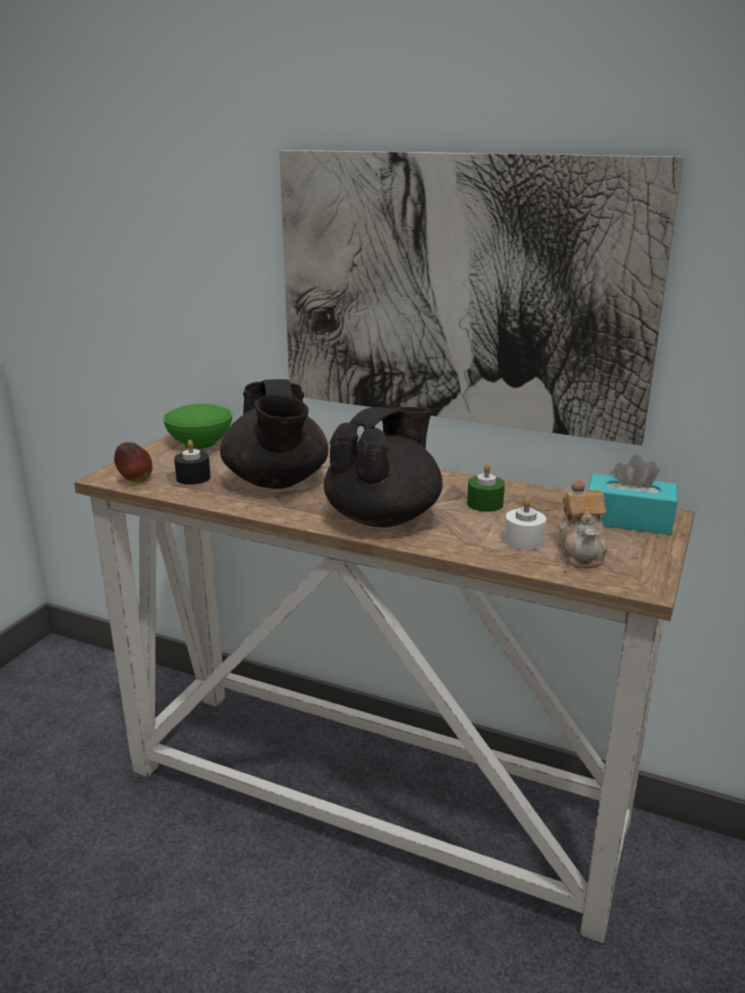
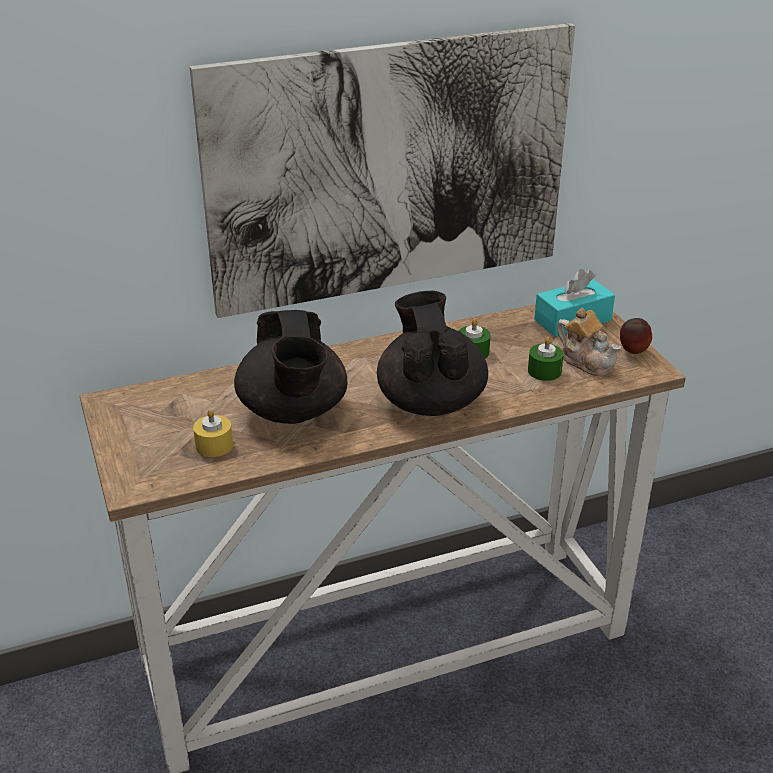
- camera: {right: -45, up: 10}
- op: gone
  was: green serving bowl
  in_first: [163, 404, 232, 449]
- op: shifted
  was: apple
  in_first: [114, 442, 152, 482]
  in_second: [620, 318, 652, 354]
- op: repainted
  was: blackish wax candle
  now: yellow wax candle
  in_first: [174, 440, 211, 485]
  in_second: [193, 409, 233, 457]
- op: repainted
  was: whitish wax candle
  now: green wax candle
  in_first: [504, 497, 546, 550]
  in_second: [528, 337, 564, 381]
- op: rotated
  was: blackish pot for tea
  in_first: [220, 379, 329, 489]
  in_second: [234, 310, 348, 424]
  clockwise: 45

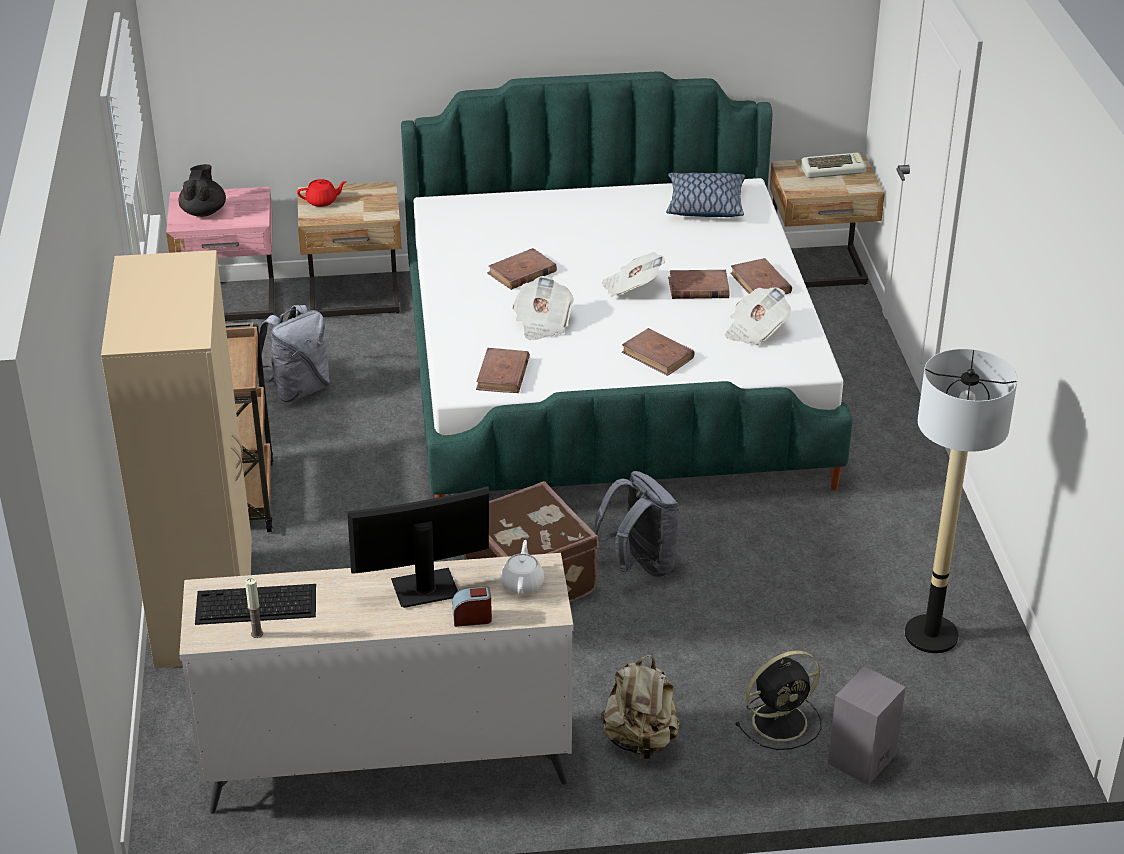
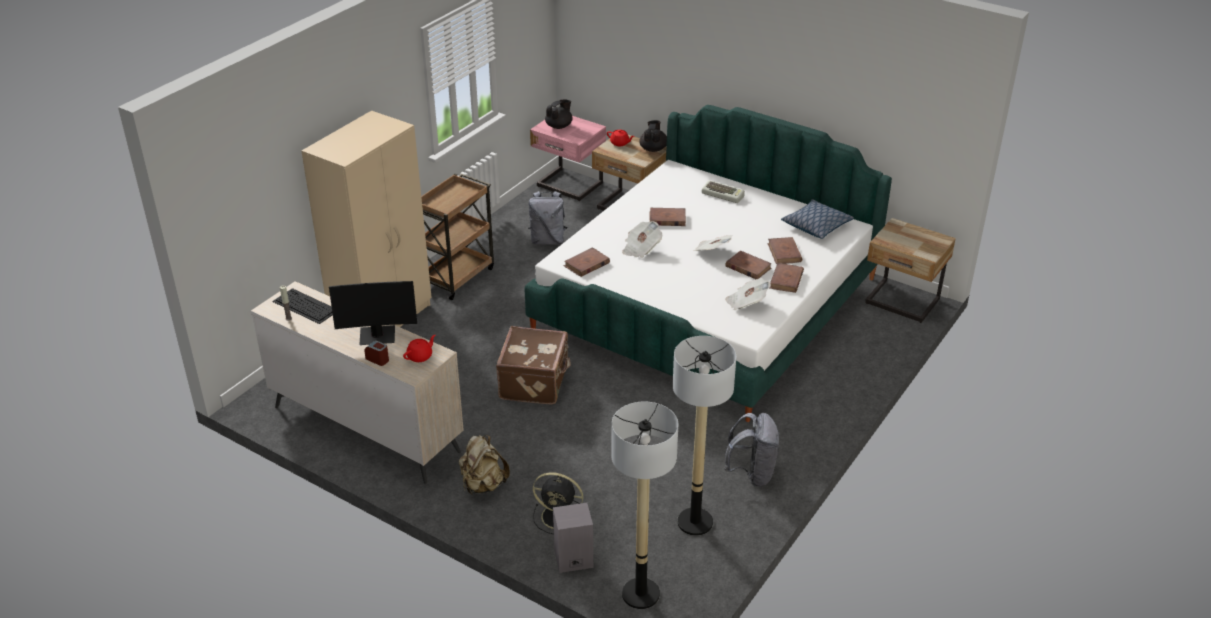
- camera: {right: 40, up: 0}
- op: new
  now: floor lamp
  in_second: [611, 402, 678, 609]
- op: new
  now: blackish pot for tea
  in_second: [639, 120, 667, 152]
- op: shifted
  was: gray backpack
  in_first: [594, 471, 680, 577]
  in_second: [725, 413, 780, 487]
- op: shifted
  was: brown book
  in_first: [622, 328, 695, 376]
  in_second: [768, 237, 803, 264]
- op: shifted
  was: computer keyboard
  in_first: [801, 153, 866, 178]
  in_second: [702, 180, 745, 203]
- op: repainted
  was: whitish pot for tea
  now: red-coloured pot for tea
  in_first: [501, 540, 544, 594]
  in_second: [403, 335, 435, 362]
- op: rotated
  was: monitor
  in_first: [347, 486, 489, 608]
  in_second: [329, 281, 417, 345]
  clockwise: 150

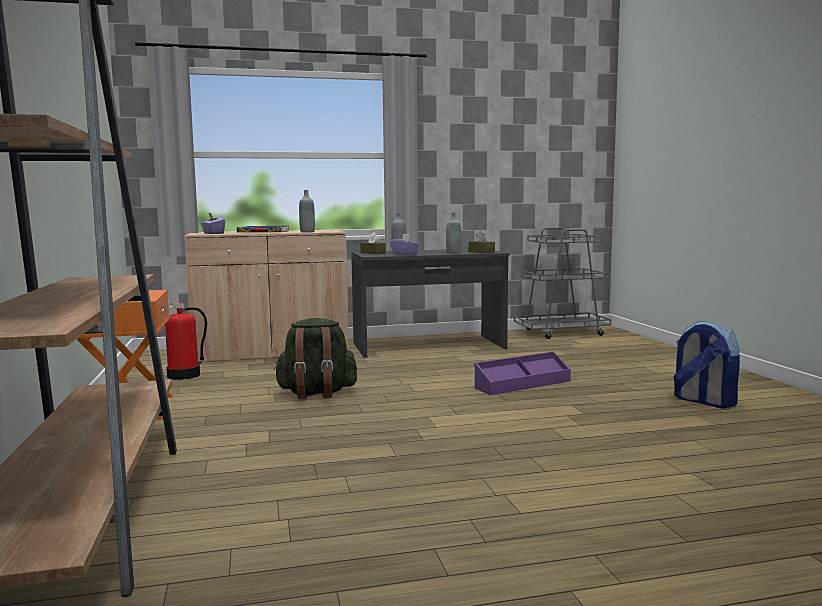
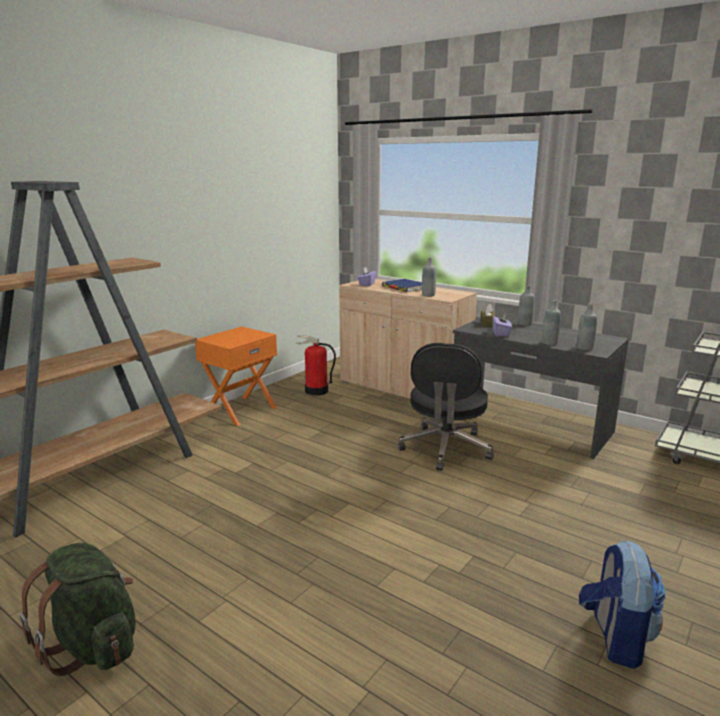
- camera: {right: 50, up: 10}
- op: gone
  was: purple storage container
  in_first: [475, 351, 571, 395]
- op: new
  now: blackish desk chair
  in_second: [398, 343, 494, 471]
- op: shifted
  was: green backpack
  in_first: [274, 318, 357, 399]
  in_second: [19, 543, 136, 676]
- op: swapped
  was: brown tissue box
  now: gray drink bottle
  in_first: [468, 231, 495, 253]
  in_second: [577, 304, 597, 350]

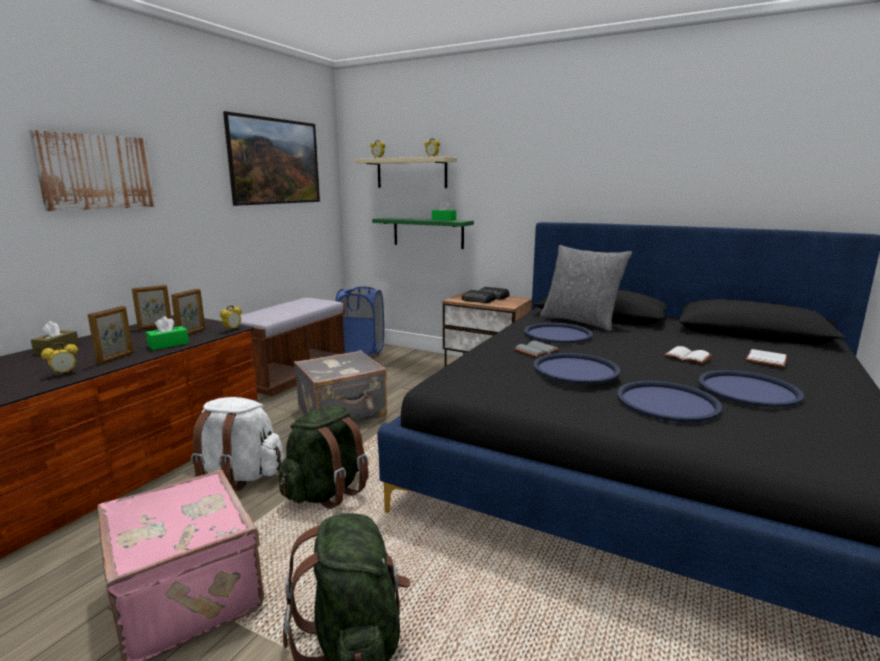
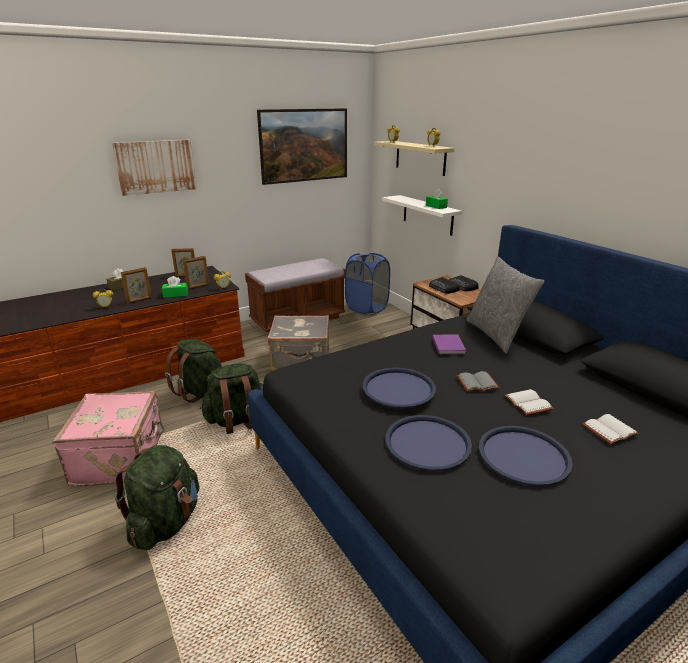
- camera: {right: 30, up: 10}
- op: shifted
  was: gray book
  in_first: [513, 341, 560, 357]
  in_second: [457, 371, 500, 392]
- op: swapped
  was: blue serving tray
  now: purple book
  in_first: [524, 323, 593, 343]
  in_second: [432, 335, 466, 355]
- op: repainted
  was: whitish backpack
  now: green backpack
  in_first: [191, 397, 284, 491]
  in_second: [165, 339, 222, 403]
- op: repainted
  was: green bracket shelf
  now: whitish bracket shelf
  in_first: [372, 217, 474, 249]
  in_second: [382, 195, 462, 236]

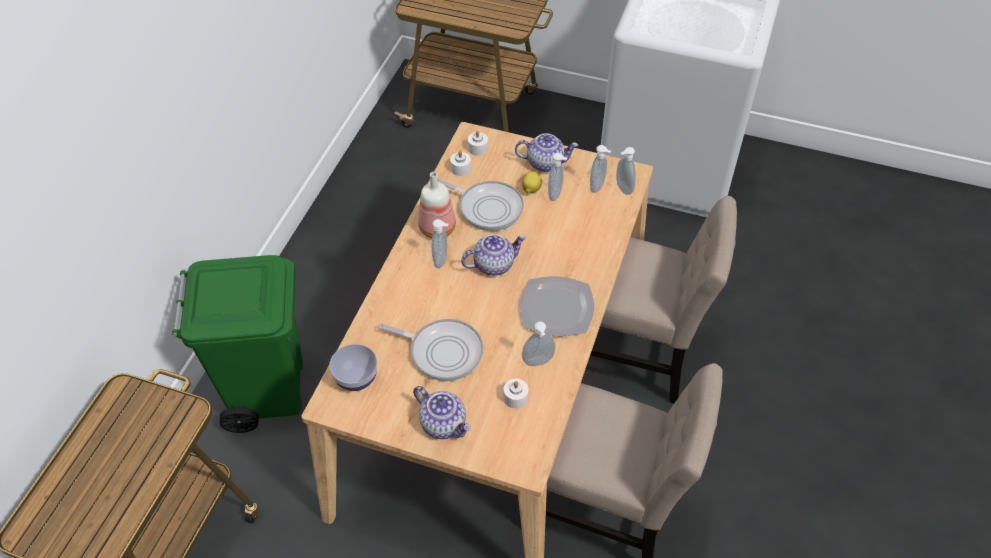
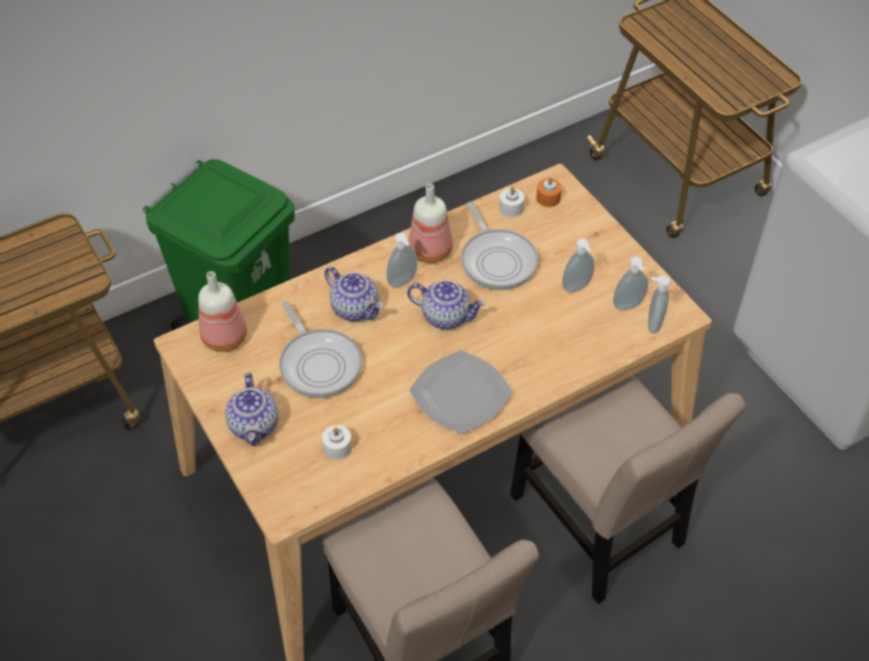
- camera: {right: 40, up: 0}
- op: gone
  was: whole lemon
  in_first: [522, 171, 542, 193]
- op: gone
  was: soap bottle
  in_first: [522, 322, 556, 366]
- op: shifted
  was: pot for tea
  in_first: [515, 133, 578, 172]
  in_second: [324, 267, 383, 321]
- op: swapped
  was: serving bowl
  now: drink bottle
  in_first: [329, 344, 377, 391]
  in_second: [198, 271, 247, 352]
- op: repainted
  was: whitish wax candle
  now: orange wax candle
  in_first: [468, 131, 488, 156]
  in_second: [536, 177, 562, 207]

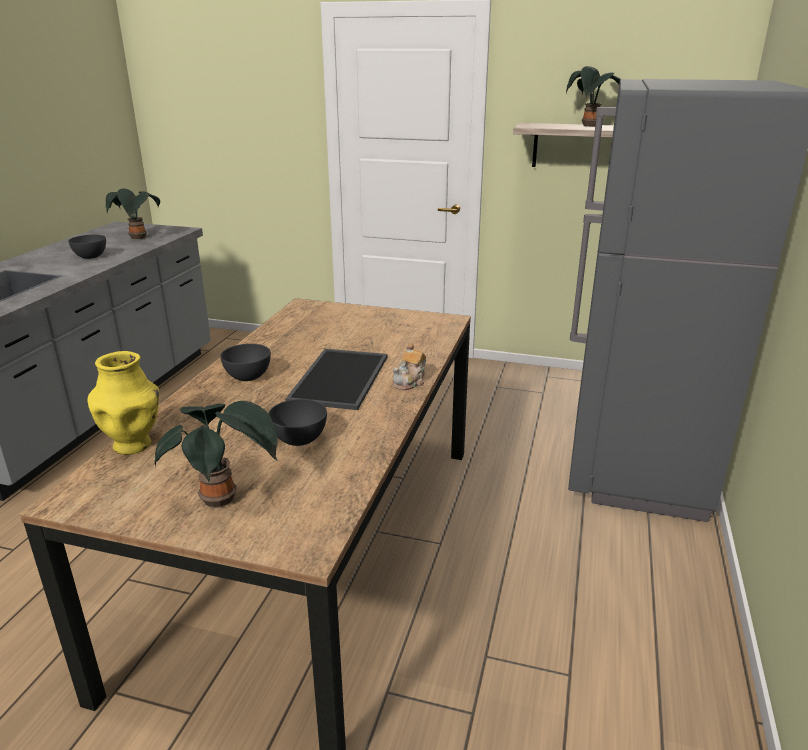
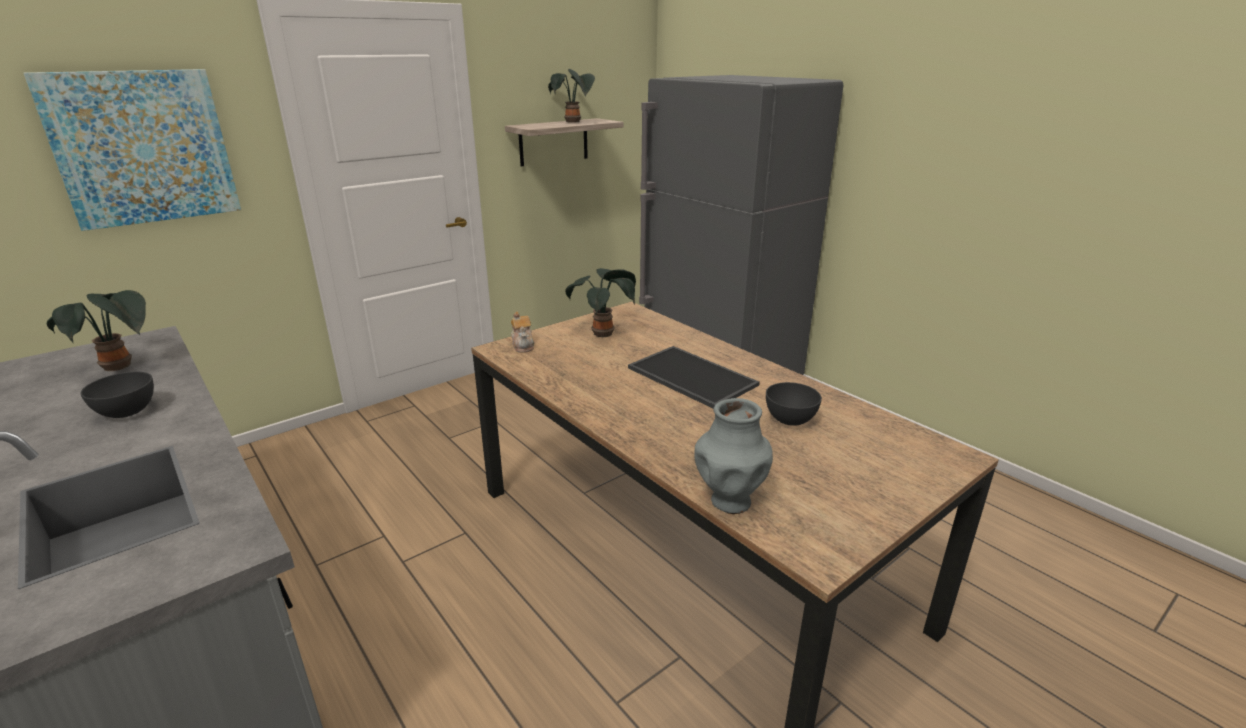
- camera: {right: -55, up: 0}
- op: gone
  was: gray serving bowl
  in_first: [220, 344, 271, 381]
- op: new
  now: wall picture
  in_second: [24, 69, 241, 231]
- op: shifted
  was: potted plant
  in_first: [155, 401, 278, 508]
  in_second: [565, 268, 636, 337]
- op: shifted
  was: pot for tea
  in_first: [392, 343, 426, 390]
  in_second: [511, 312, 535, 353]
- op: repainted
  was: yellow vase
  now: gray vase
  in_first: [88, 351, 159, 455]
  in_second: [694, 398, 773, 514]

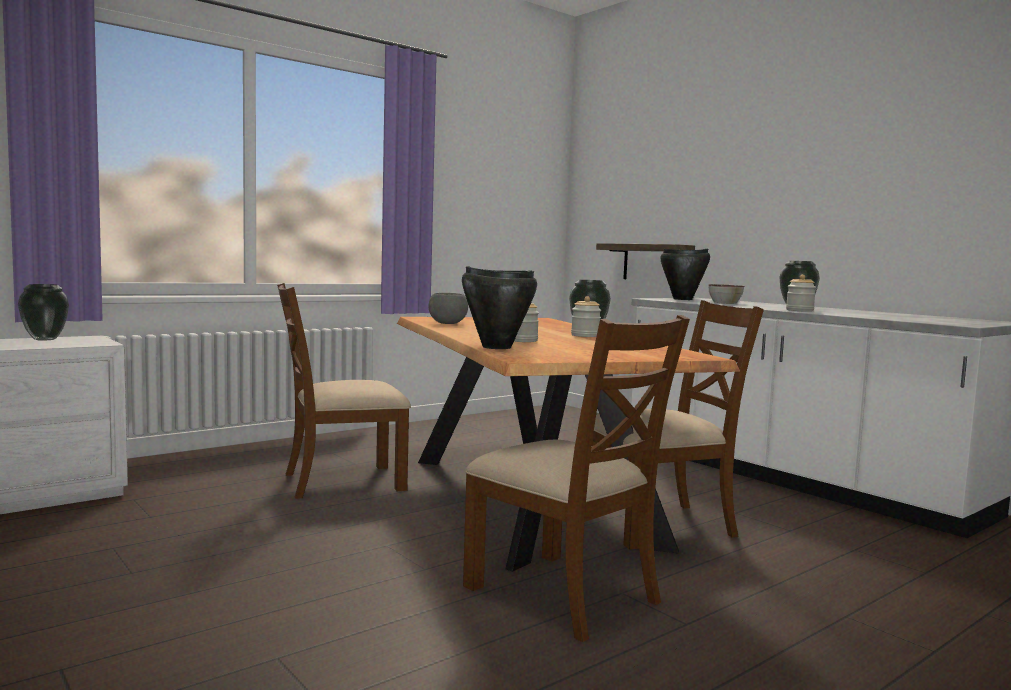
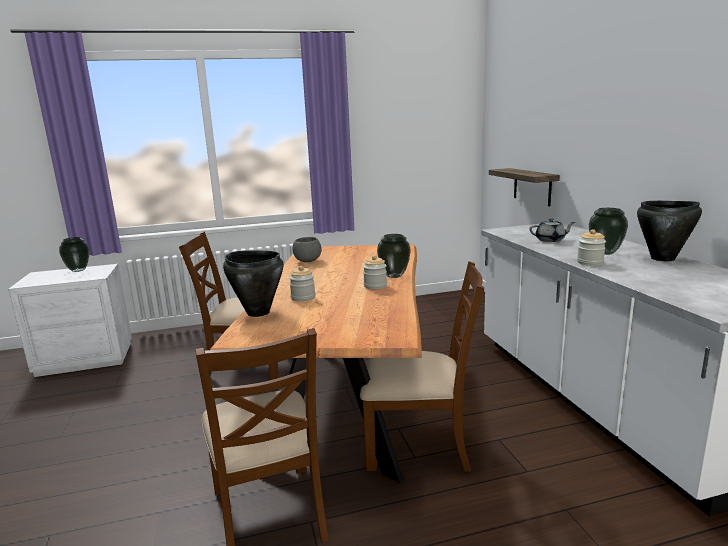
- camera: {right: 25, up: 10}
- op: shifted
  was: blackish cooking pot
  in_first: [660, 249, 710, 300]
  in_second: [637, 201, 702, 261]
- op: swapped
  was: serving bowl
  now: gray pot for tea
  in_first: [708, 284, 744, 304]
  in_second: [530, 218, 575, 242]

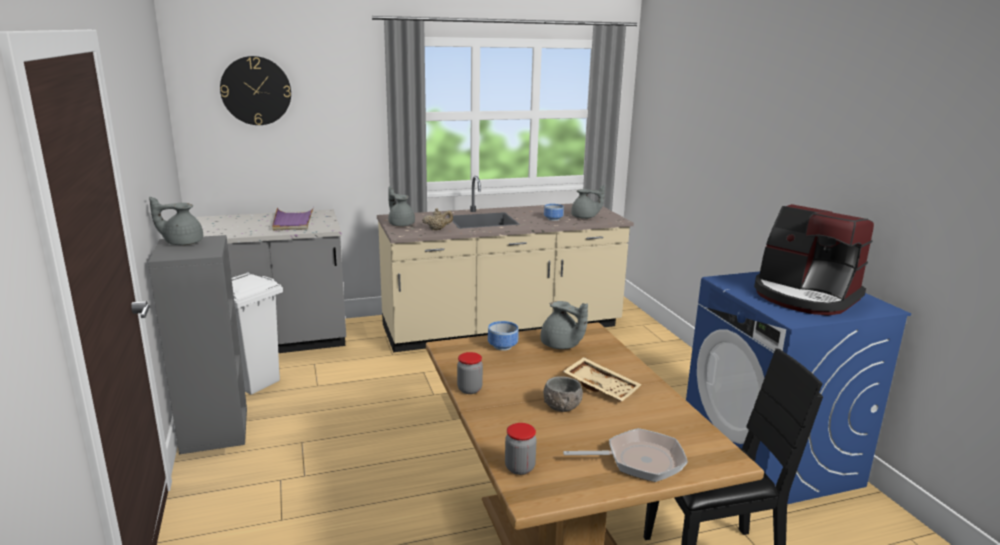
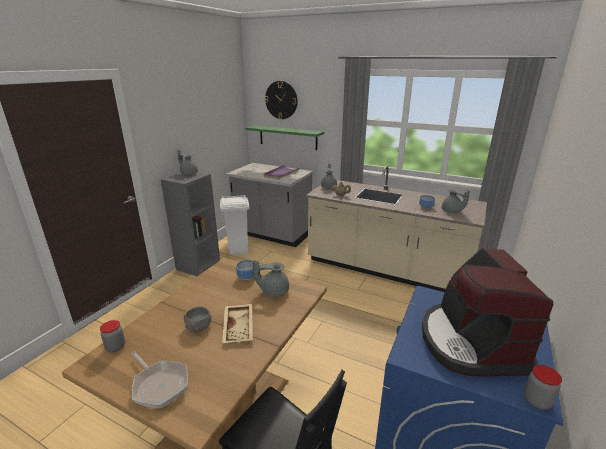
- camera: {right: 45, up: 5}
- op: new
  now: green bracket shelf
  in_second: [245, 125, 324, 150]
- op: shifted
  was: jar
  in_first: [457, 352, 483, 394]
  in_second: [524, 365, 562, 410]
- op: rotated
  was: gray pot for tea
  in_first: [540, 301, 588, 349]
  in_second: [253, 260, 289, 297]
  clockwise: 90

